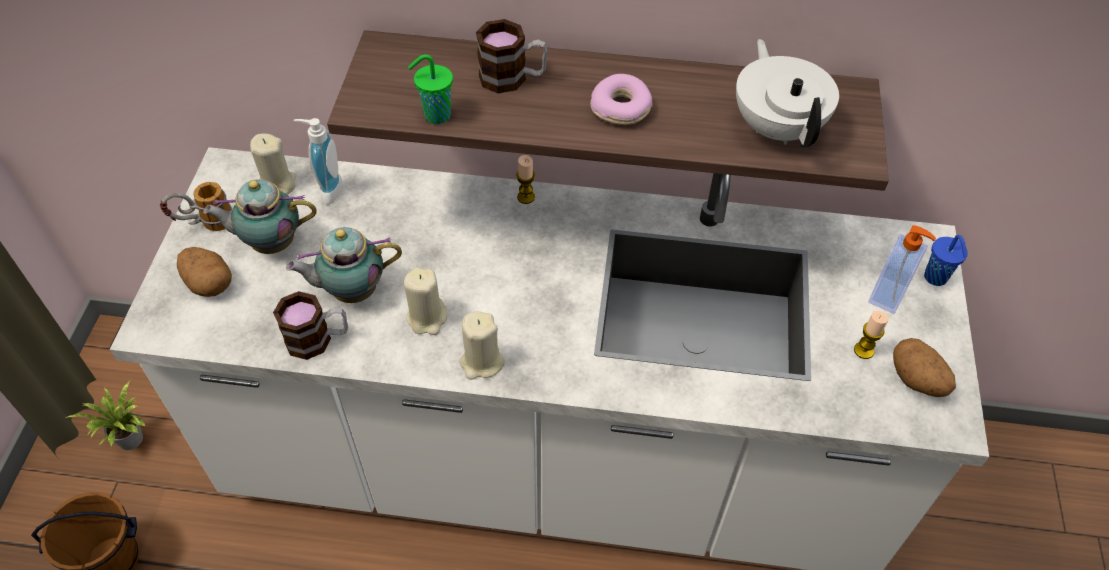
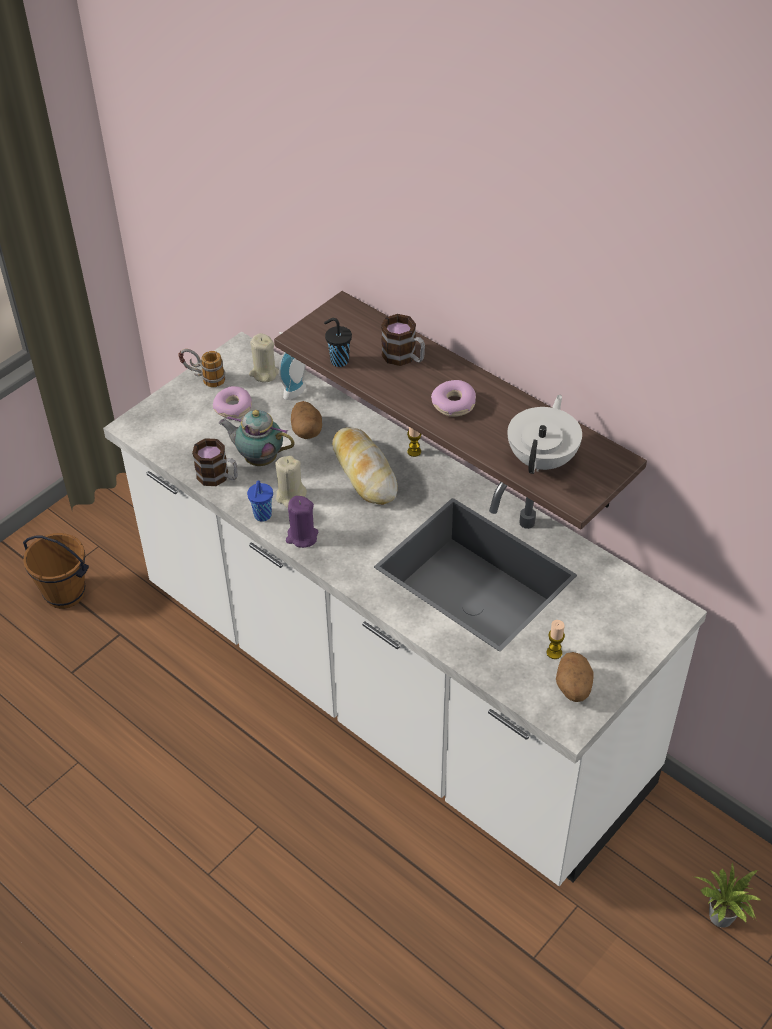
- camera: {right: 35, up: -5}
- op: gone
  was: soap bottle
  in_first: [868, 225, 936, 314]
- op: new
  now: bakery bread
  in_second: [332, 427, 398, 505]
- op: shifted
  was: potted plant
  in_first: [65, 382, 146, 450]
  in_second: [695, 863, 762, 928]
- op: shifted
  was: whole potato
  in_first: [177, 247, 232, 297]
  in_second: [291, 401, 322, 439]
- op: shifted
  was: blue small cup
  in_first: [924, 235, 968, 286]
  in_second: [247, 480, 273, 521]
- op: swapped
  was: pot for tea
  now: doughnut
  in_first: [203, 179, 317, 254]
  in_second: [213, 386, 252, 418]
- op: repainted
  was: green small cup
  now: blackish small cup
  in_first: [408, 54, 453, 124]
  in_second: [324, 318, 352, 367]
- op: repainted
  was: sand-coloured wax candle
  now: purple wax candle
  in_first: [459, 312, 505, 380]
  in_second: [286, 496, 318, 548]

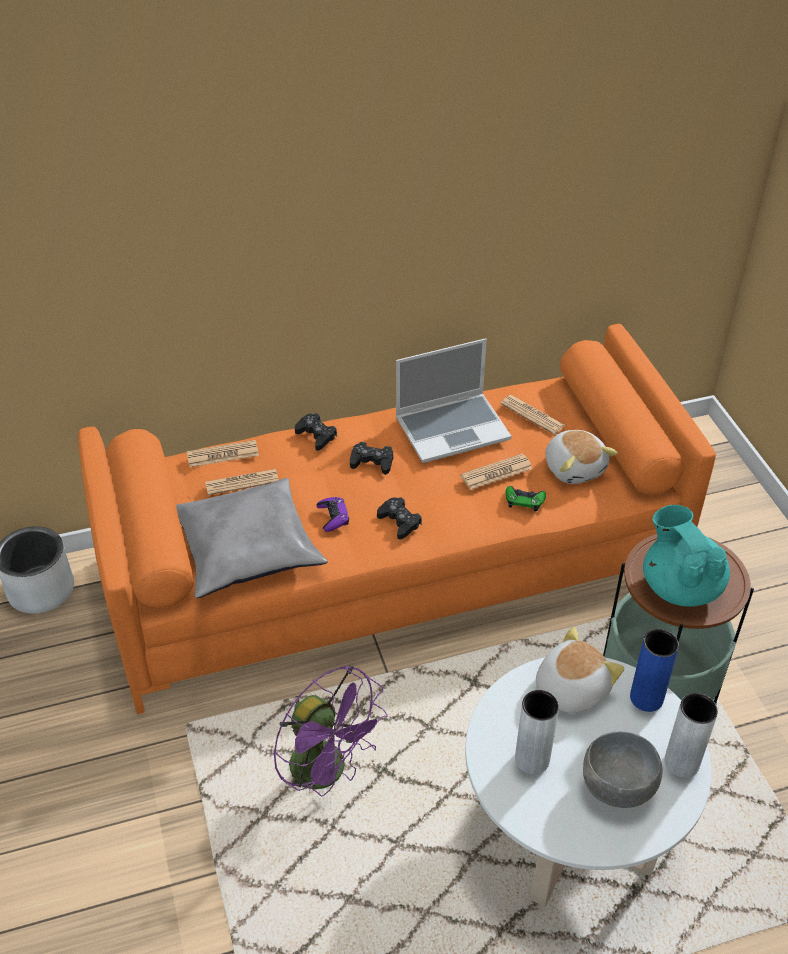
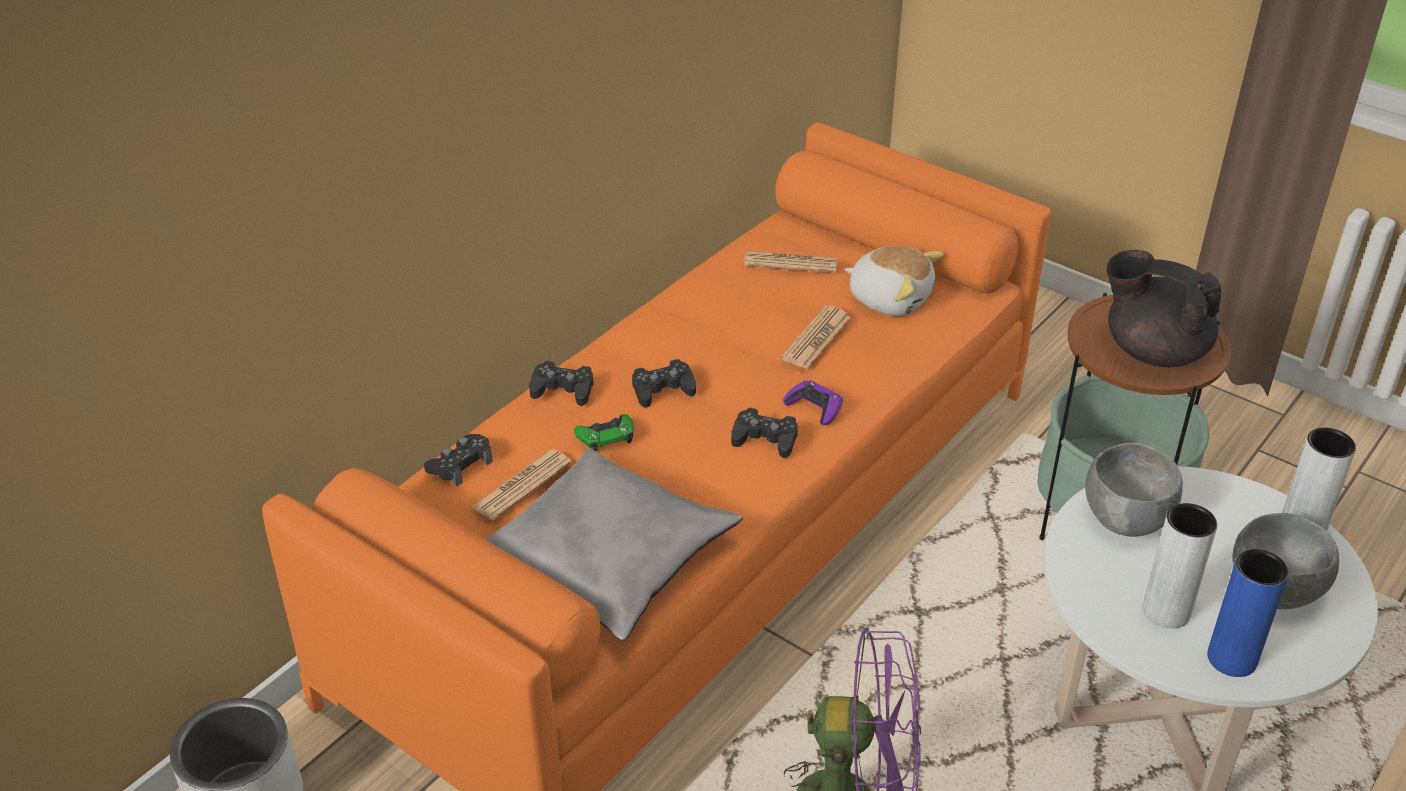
- camera: {right: -35, up: -5}
- op: gone
  was: notebook computer
  in_first: [396, 338, 512, 463]
- op: shifted
  was: purple gamepad
  in_first: [316, 497, 349, 532]
  in_second: [783, 380, 843, 425]
- op: shifted
  was: green gamepad
  in_first: [506, 486, 546, 512]
  in_second: [574, 414, 634, 452]
- op: shifted
  was: blue vase
  in_first: [630, 629, 679, 712]
  in_second: [1207, 549, 1289, 677]
- op: swapped
  was: printed paper
  now: blackish gamepad
  in_first: [187, 440, 259, 467]
  in_second: [424, 434, 493, 487]
- op: swapped
  was: plush toy
  now: gray serving bowl
  in_first: [536, 627, 624, 713]
  in_second: [1085, 443, 1183, 537]
- op: repainted
  was: turquoise-coloured pot for tea
  now: blackish pot for tea
  in_first: [643, 505, 730, 607]
  in_second: [1106, 250, 1221, 367]

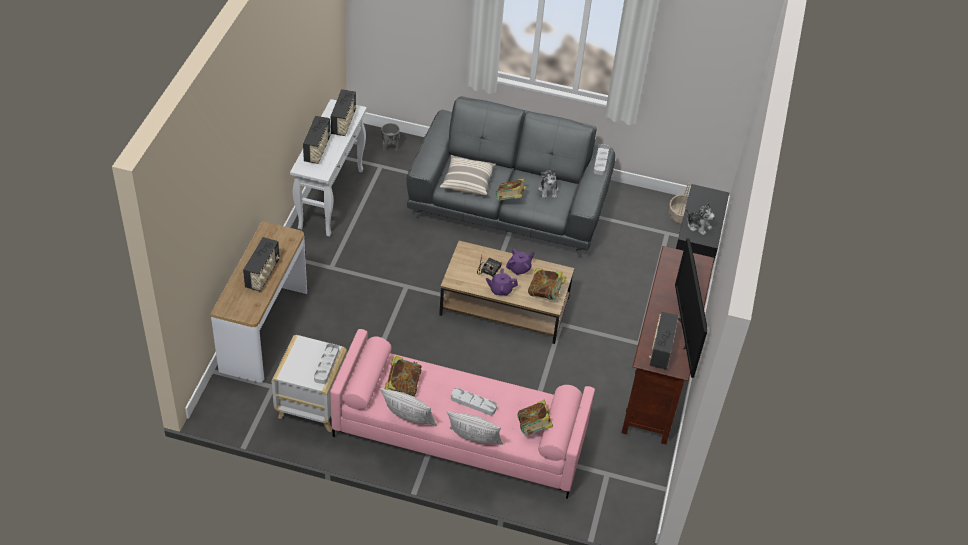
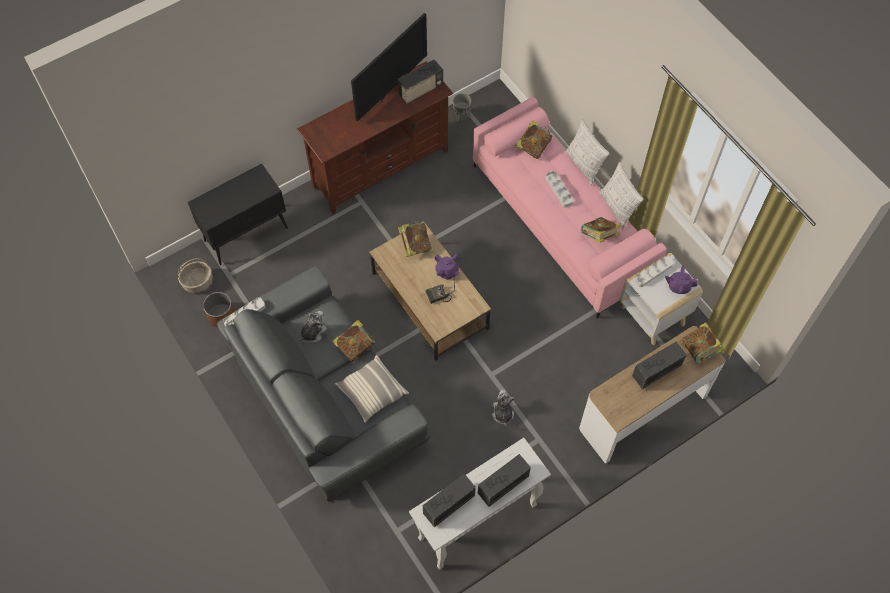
- camera: {right: -135, up: 15}
- op: new
  now: brown plant pot
  in_second: [203, 292, 235, 327]
- op: new
  now: book
  in_second: [682, 322, 724, 363]
- op: shifted
  was: gray plant pot
  in_first: [381, 123, 400, 151]
  in_second: [453, 93, 472, 122]
- op: shifted
  was: purple pot for tea
  in_first: [506, 248, 534, 275]
  in_second: [665, 266, 698, 294]
- op: shifted
  was: plush toy
  in_first: [686, 203, 715, 236]
  in_second: [492, 389, 515, 426]

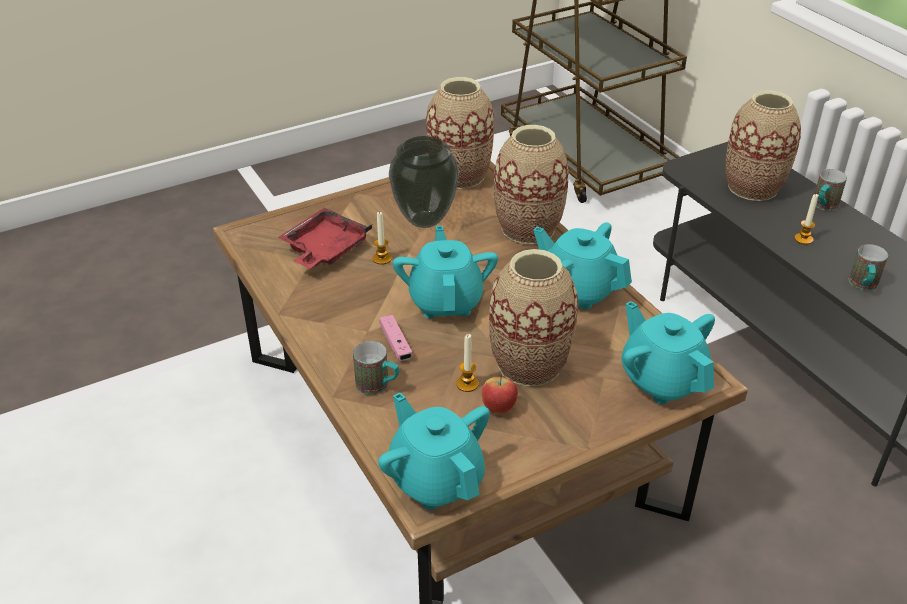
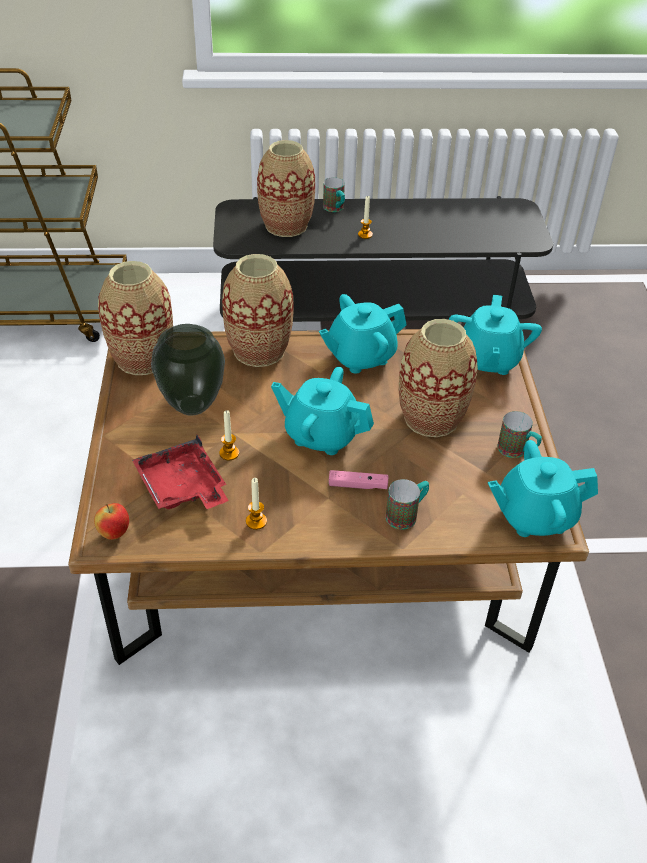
- camera: {right: -65, up: 5}
- op: shifted
  was: wax candle
  in_first: [456, 334, 479, 392]
  in_second: [246, 478, 267, 530]
- op: shifted
  was: apple
  in_first: [481, 374, 518, 414]
  in_second: [94, 503, 129, 540]
- op: shifted
  was: tea mug
  in_first: [849, 244, 888, 291]
  in_second: [497, 411, 542, 458]
- op: rotated
  was: turquoise-coloured pot for tea
  in_first: [621, 301, 715, 404]
  in_second: [449, 295, 542, 375]
  clockwise: -75

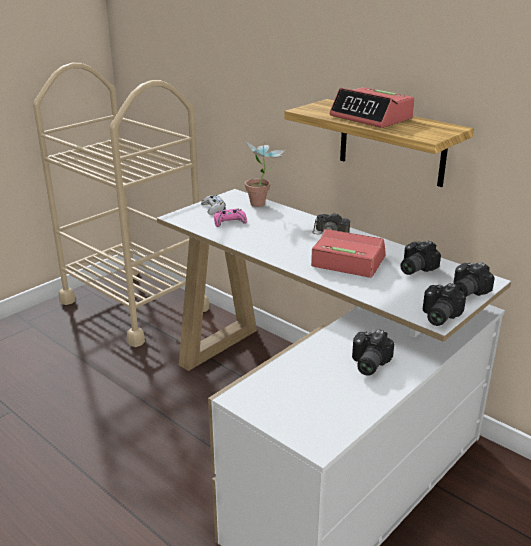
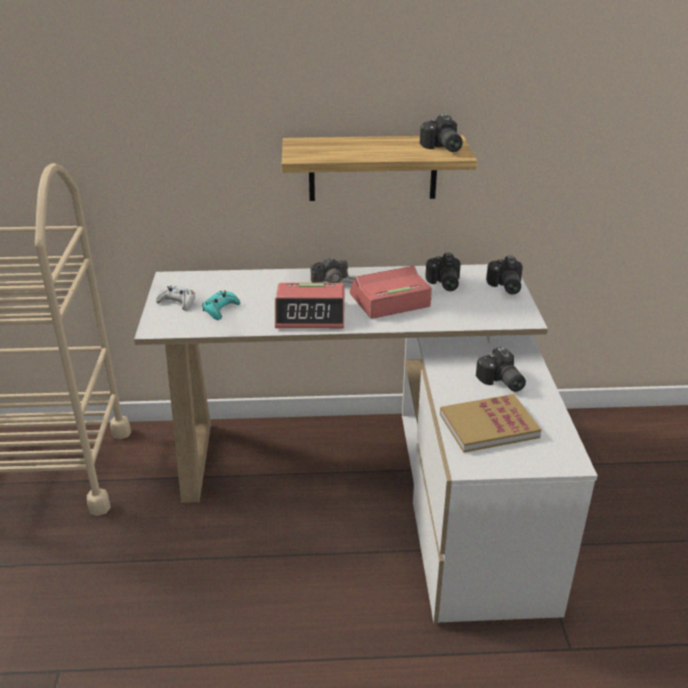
- camera: {right: -45, up: 5}
- op: gone
  was: potted plant
  in_first: [245, 141, 286, 207]
- op: new
  now: book
  in_second: [440, 394, 542, 453]
- op: shifted
  was: alarm clock
  in_first: [329, 87, 415, 128]
  in_second: [275, 283, 344, 328]
- op: shifted
  was: photo camera
  in_first: [423, 283, 466, 326]
  in_second: [420, 114, 463, 152]
- op: repainted
  was: pinkish gamepad
  now: turquoise-coloured gamepad
  in_first: [214, 209, 247, 227]
  in_second: [202, 290, 240, 320]

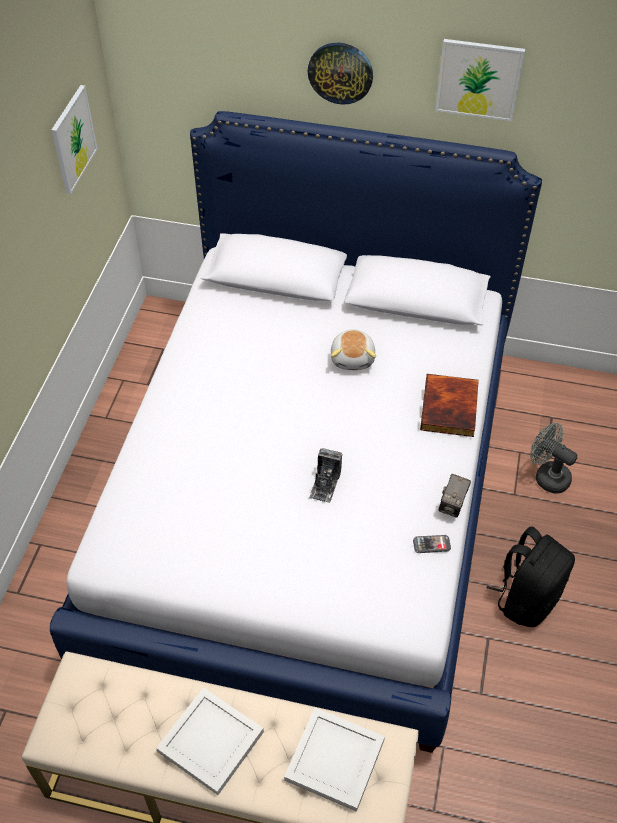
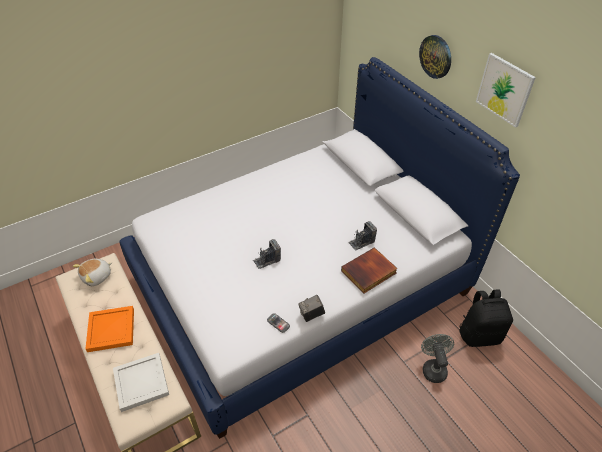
- camera: {right: 45, up: -5}
- op: gone
  was: wall picture
  in_first: [51, 85, 98, 194]
- op: new
  now: photo camera
  in_second: [348, 221, 377, 251]
- op: shifted
  was: plush toy
  in_first: [331, 329, 376, 370]
  in_second: [73, 259, 112, 286]
- op: shifted
  was: blackish backpack
  in_first: [486, 526, 575, 627]
  in_second: [459, 289, 513, 347]
- op: repainted
  was: whitish serving tray
  now: orange serving tray
  in_first: [156, 688, 264, 795]
  in_second: [85, 306, 134, 352]

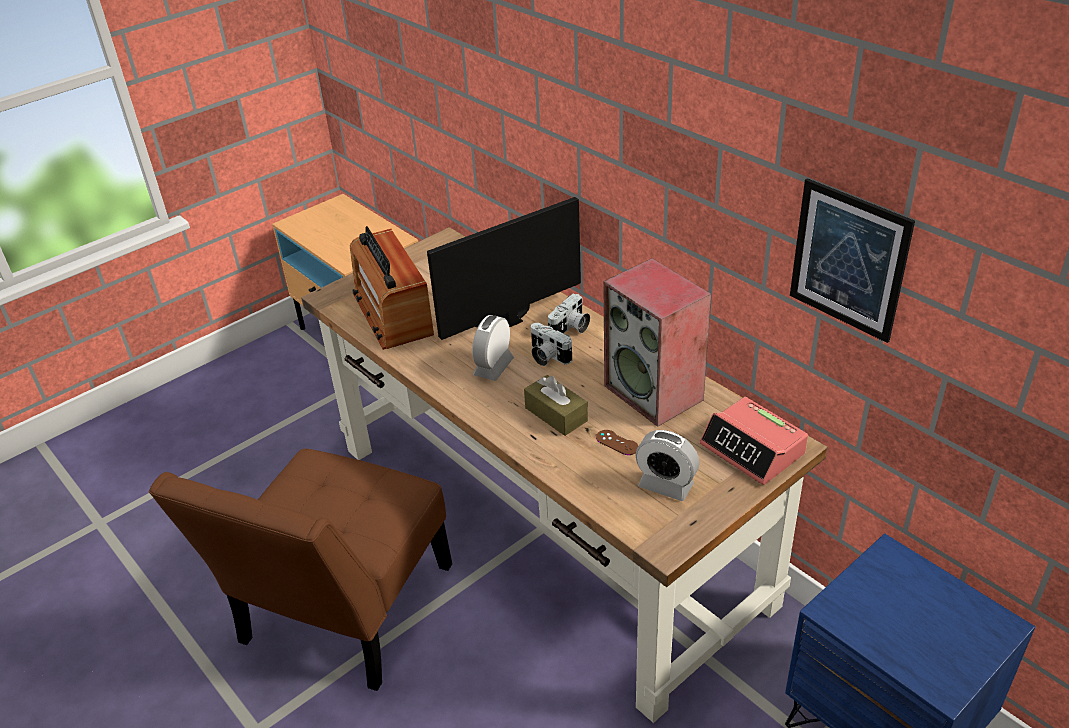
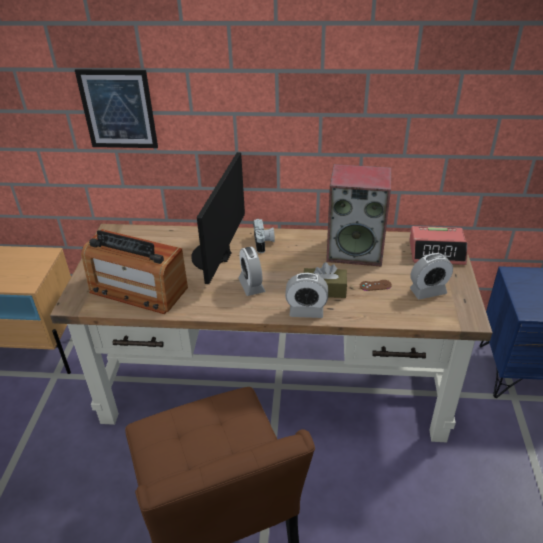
- camera: {right: -45, up: 0}
- op: gone
  was: photo camera
  in_first: [531, 323, 572, 366]
- op: new
  now: alarm clock
  in_second: [285, 273, 328, 318]
- op: shifted
  was: wall picture
  in_first: [790, 178, 915, 343]
  in_second: [75, 69, 158, 148]

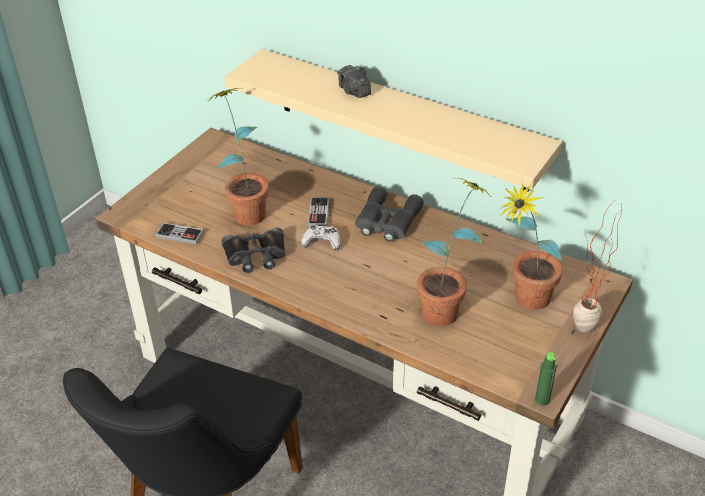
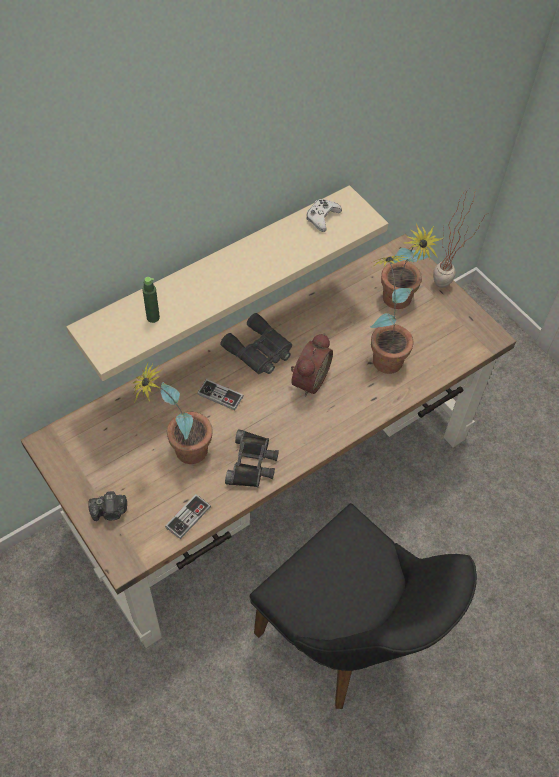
- camera: {right: -70, up: 15}
- op: new
  now: alarm clock
  in_second: [291, 333, 333, 397]
- op: shifted
  was: whitish gamepad
  in_first: [301, 225, 341, 251]
  in_second: [306, 199, 342, 232]
- op: shifted
  was: photo camera
  in_first: [337, 65, 371, 98]
  in_second: [88, 491, 127, 521]
- op: shifted
  was: green drink bottle
  in_first: [535, 352, 556, 406]
  in_second: [142, 277, 160, 323]

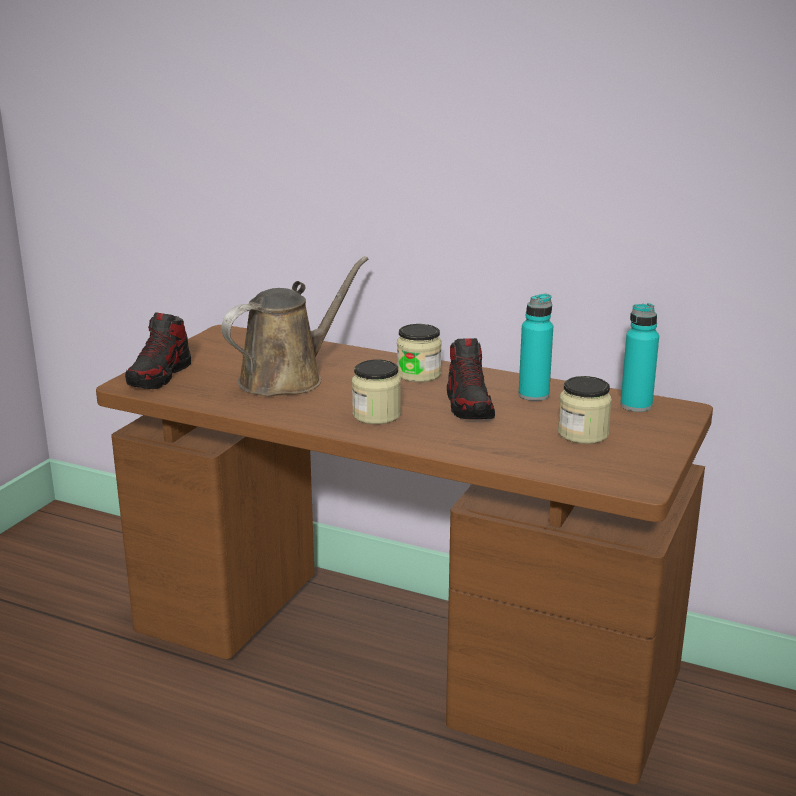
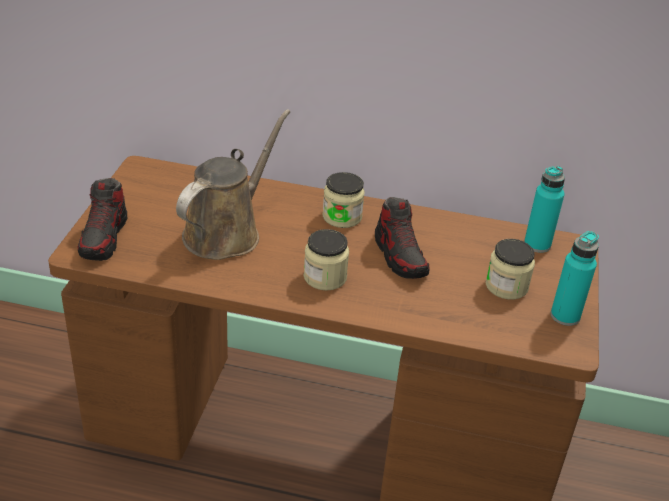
- camera: {right: -15, up: 15}
- op: shifted
  was: turquoise-coloured drink bottle
  in_first: [519, 294, 553, 401]
  in_second: [551, 231, 599, 326]

